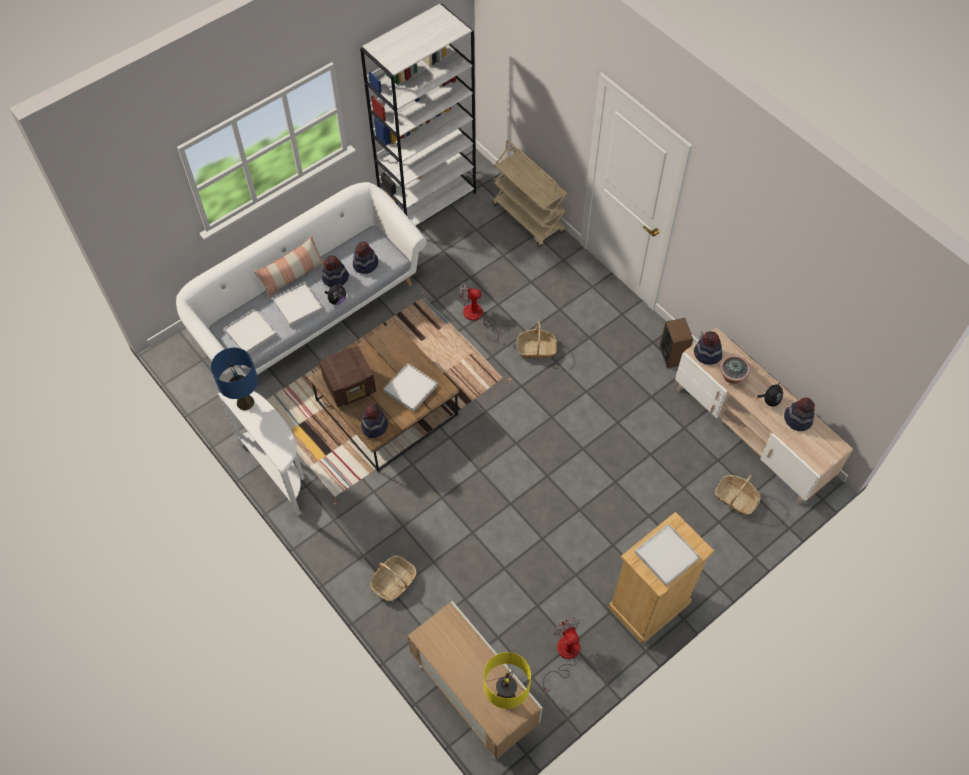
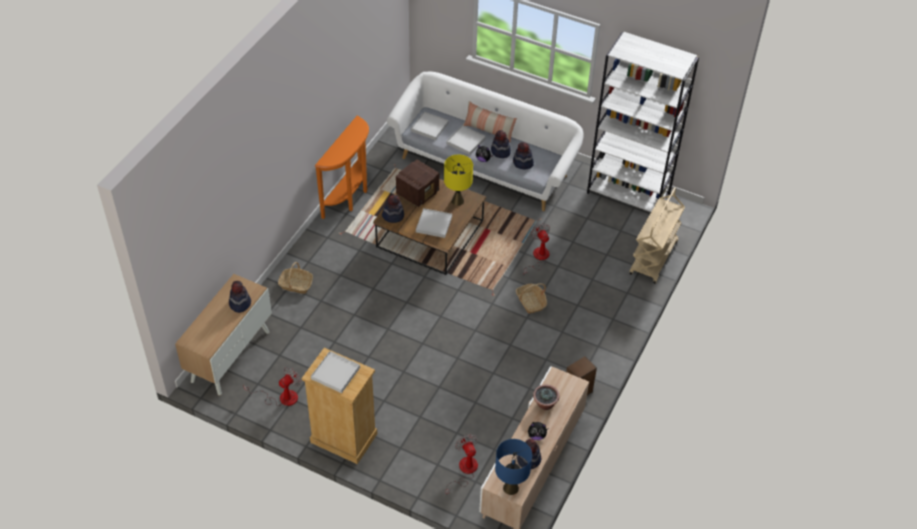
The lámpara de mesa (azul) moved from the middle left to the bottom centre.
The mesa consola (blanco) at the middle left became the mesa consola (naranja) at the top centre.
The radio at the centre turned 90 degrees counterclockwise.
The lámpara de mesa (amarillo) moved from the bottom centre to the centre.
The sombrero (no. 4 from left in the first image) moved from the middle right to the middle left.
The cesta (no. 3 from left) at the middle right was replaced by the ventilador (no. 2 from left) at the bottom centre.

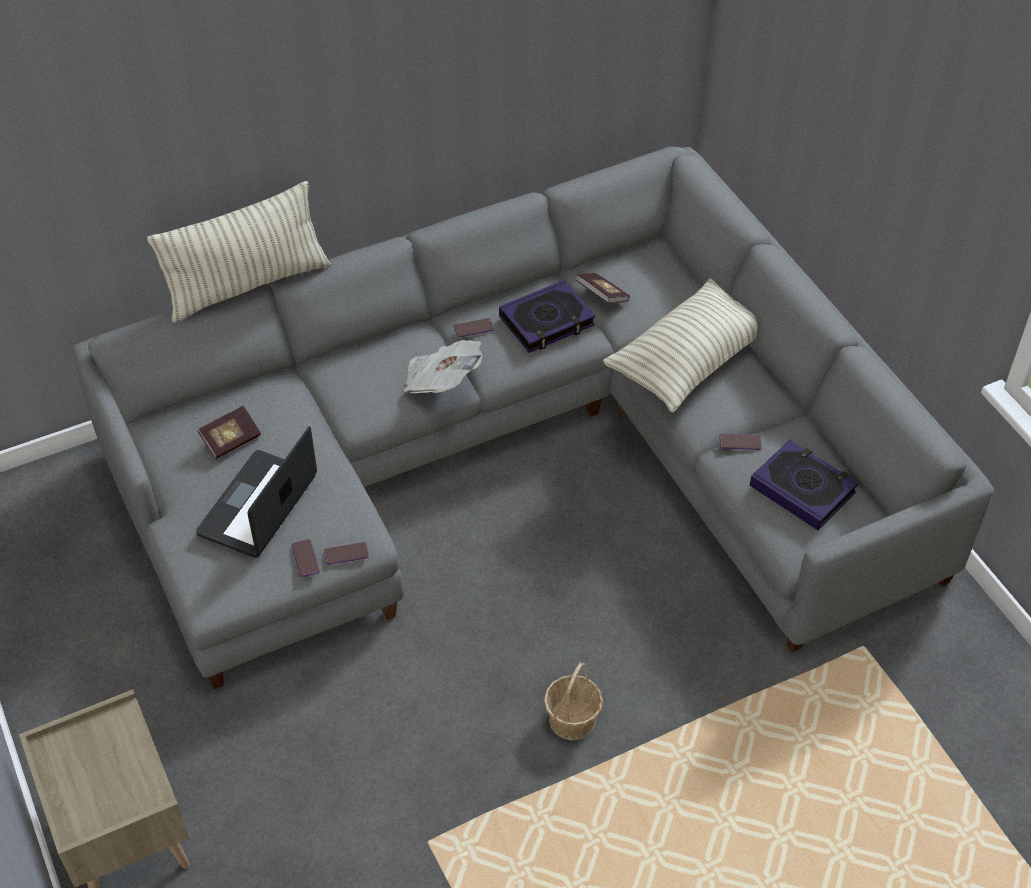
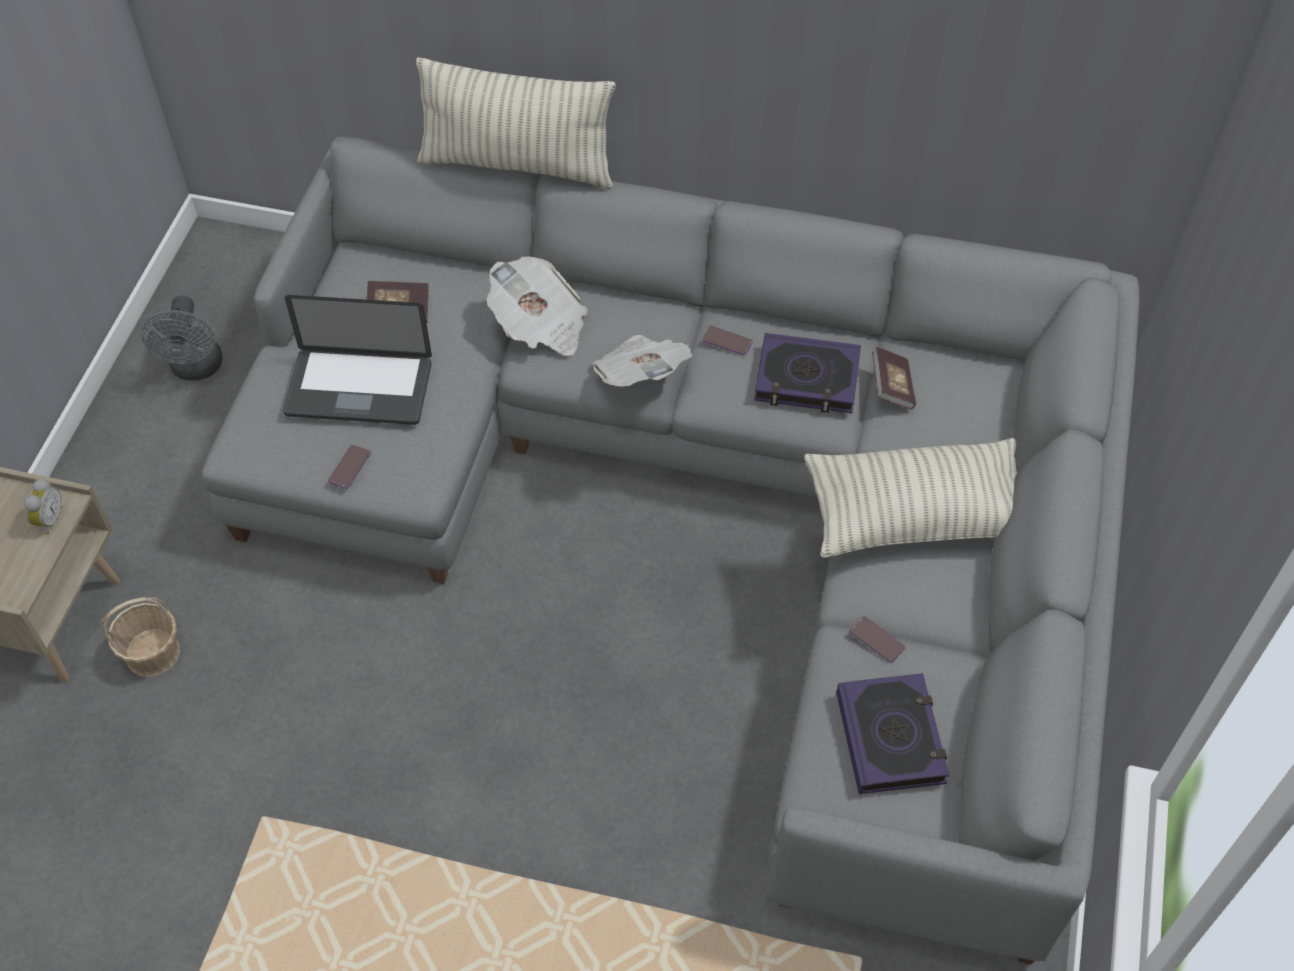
The portátil at the middle left turned 150 degrees counterclockwise.
The móvil (no. 2 from left) at the centre disappeared.
The cesta moved from the bottom centre to the middle left.
The despertador at the middle left appeared.
The ventilador (gris) at the middle left appeared.
The periódico (no. 1 from left) at the top centre appeared.

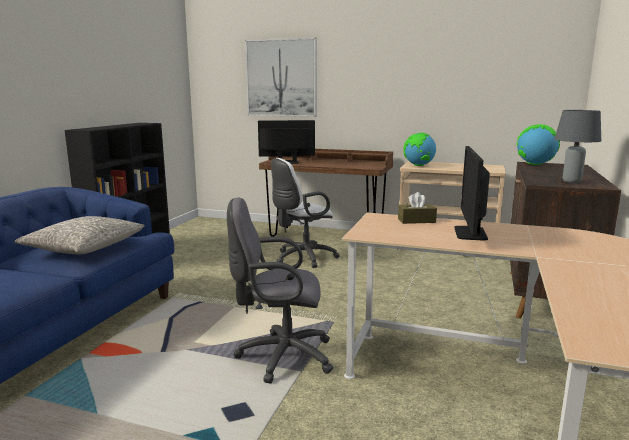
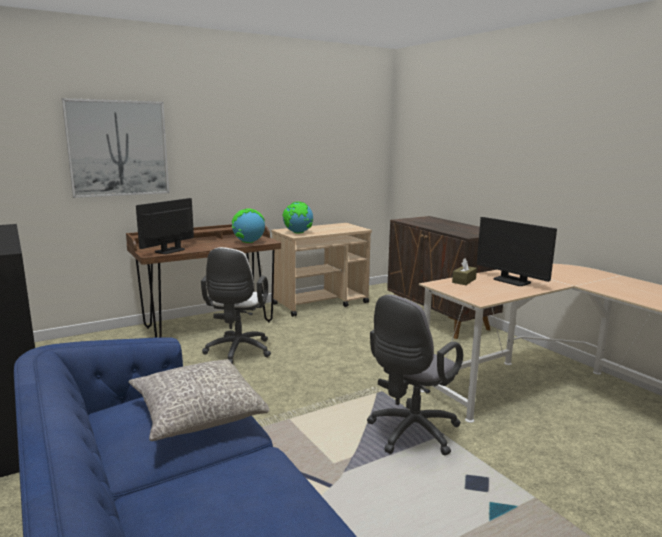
The globo terráqueo (no. 2 from left in the first image) moved from the top right to the centre.
The lámpara de mesa (gris) at the top right disappeared.

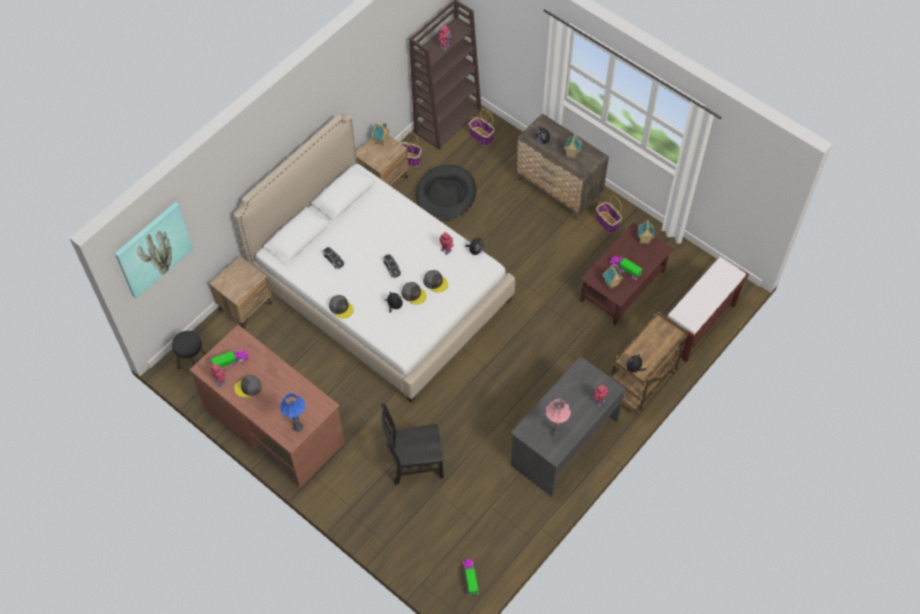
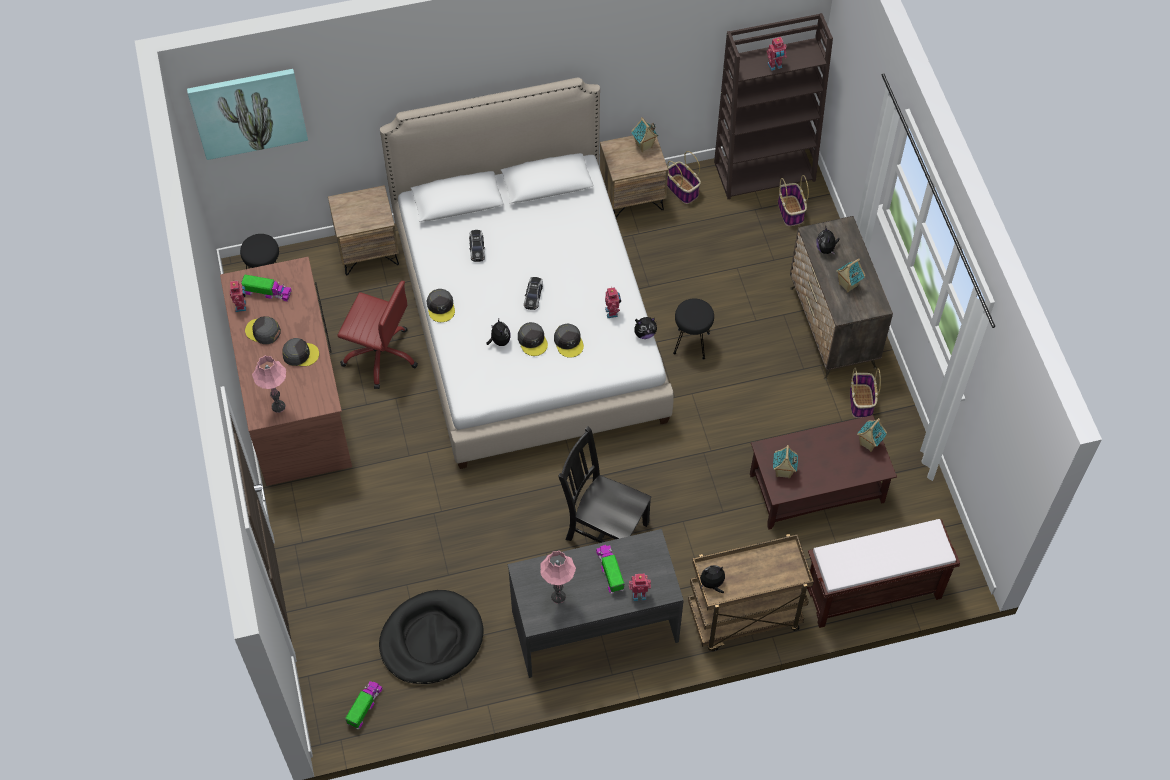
The lámpara de mesa (azul) at the bottom left became the lámpara de mesa (rosa) (no. 1 from left) at the middle left.
The silla (negro) moved from the bottom centre to the centre.
The cama para perro (negro) moved from the top centre to the bottom centre.
The camión de juguete (no. 3 from left) moved from the middle right to the bottom centre.
The gorra (gris) (no. 2 from left) at the middle left appeared.
The silla de oficina (rojo) at the middle left appeared.
The taburete (negro) (no. 2 from left) at the centre appeared.

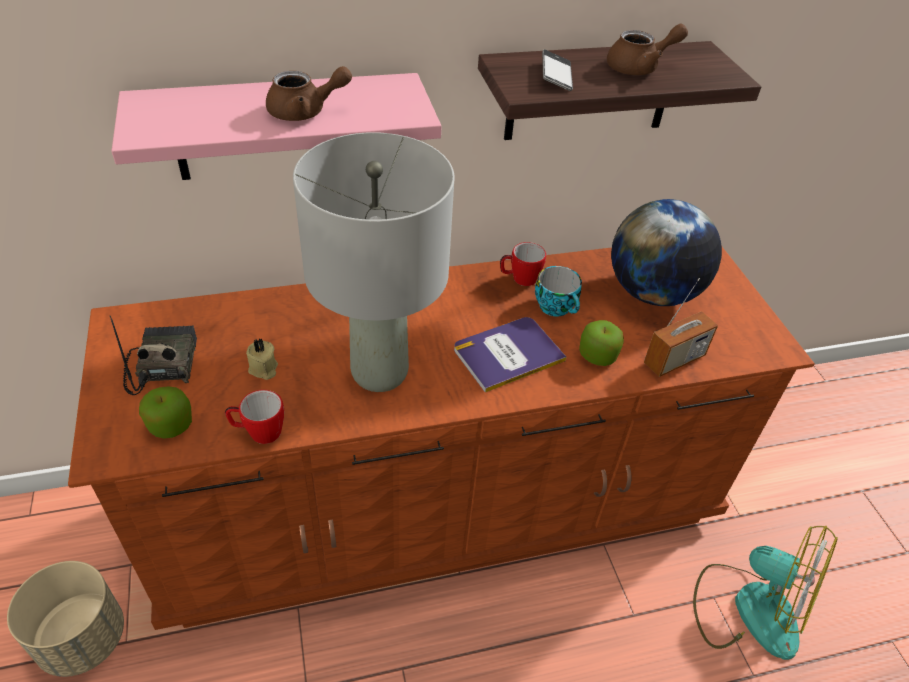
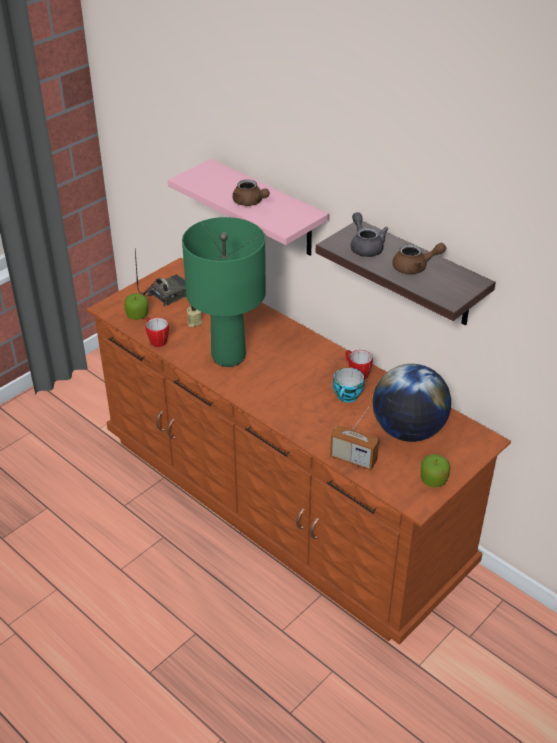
The maceta (beis) at the bottom left disappeared.
The lámpara de mesa (gris) at the centre became the lámpara de mesa (verde) at the centre.
The libro at the centre disappeared.
The móvil at the top centre was replaced by the tetera (gris) at the top centre.
The manzana (no. 2 from left) moved from the centre to the middle right.
The tetera (marrón) (no. 2 from left) at the top right turned 45 degrees counterclockwise.
The ventilador at the bottom right disappeared.

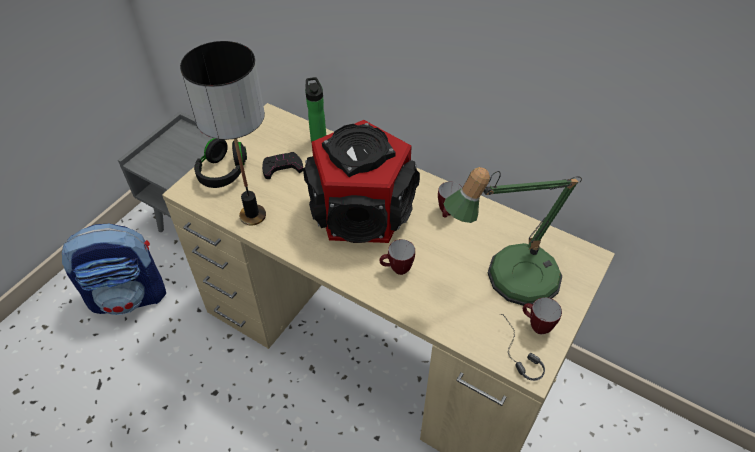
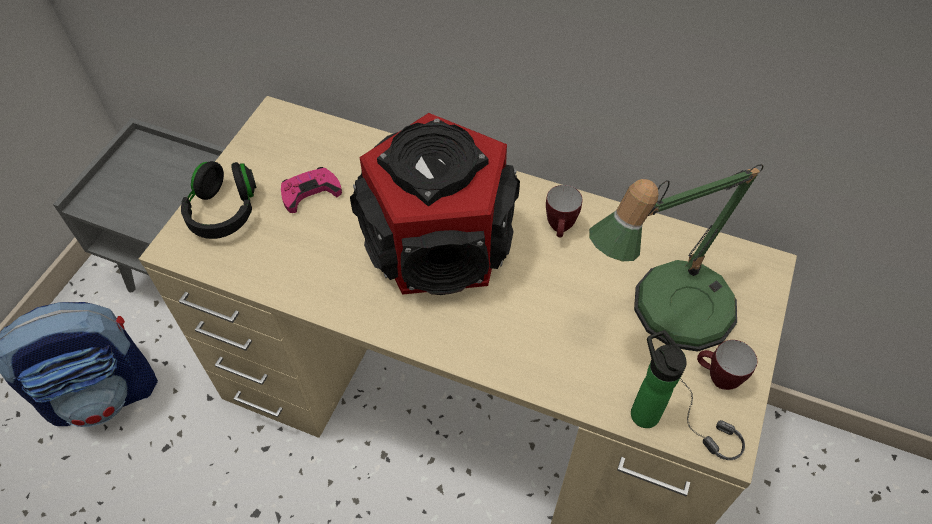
The lámpara de mesa (no. 1 from left) at the top left disappeared.
The mando de consola (negro) at the centre became the mando de consola (rosa) at the centre.
The botella moved from the top centre to the bottom right.
The taza grande (no. 1 from left) at the centre disappeared.

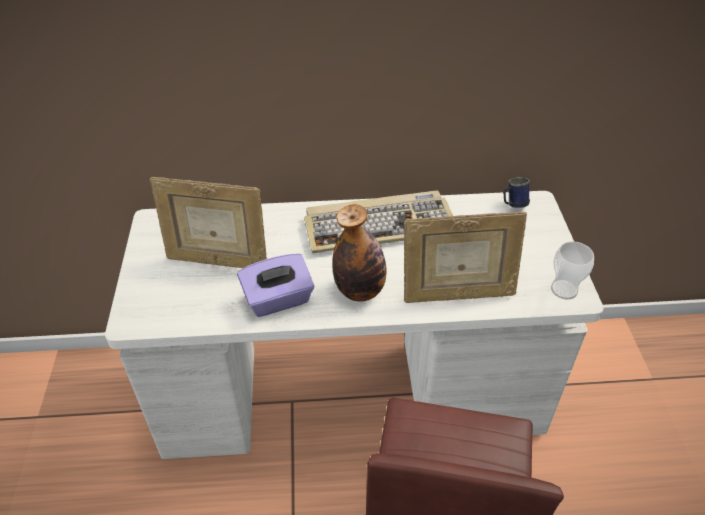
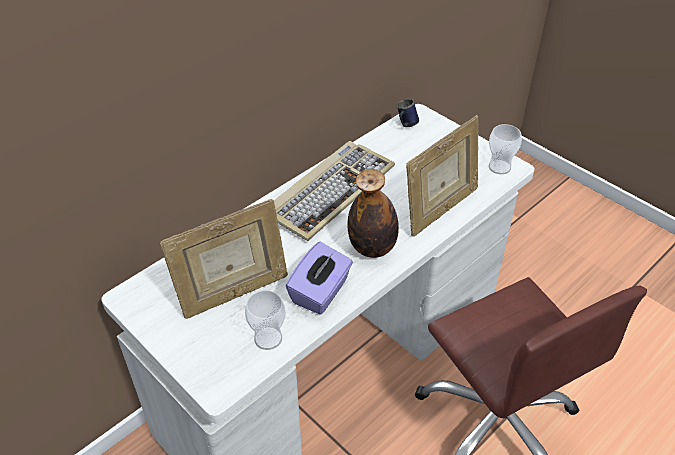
The taza (no. 1 from left) at the bottom centre appeared.

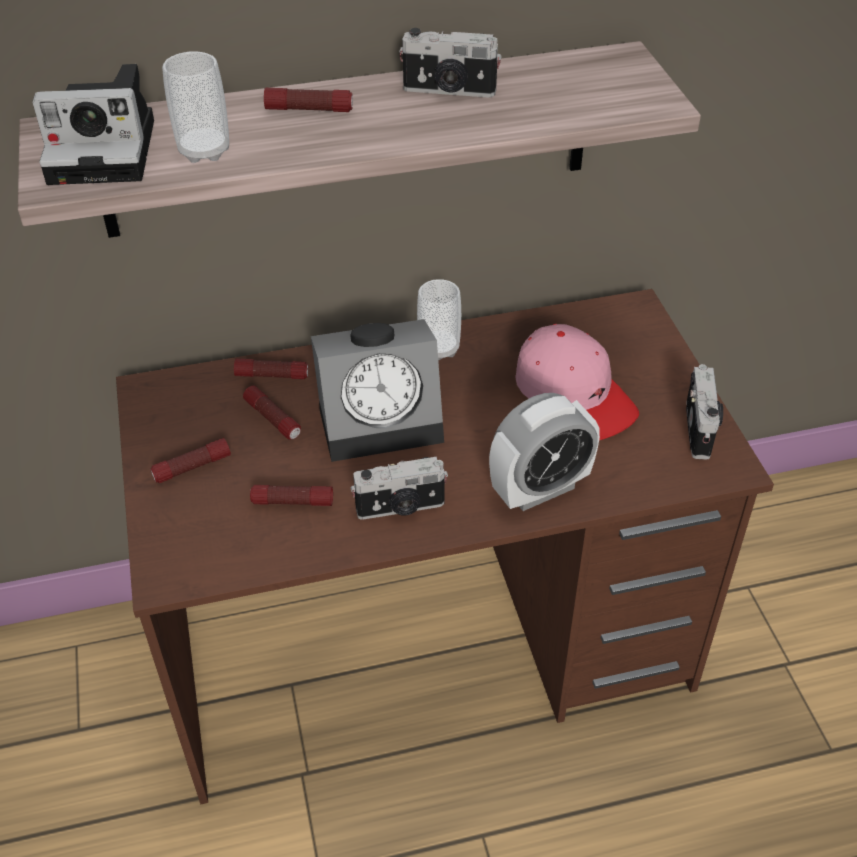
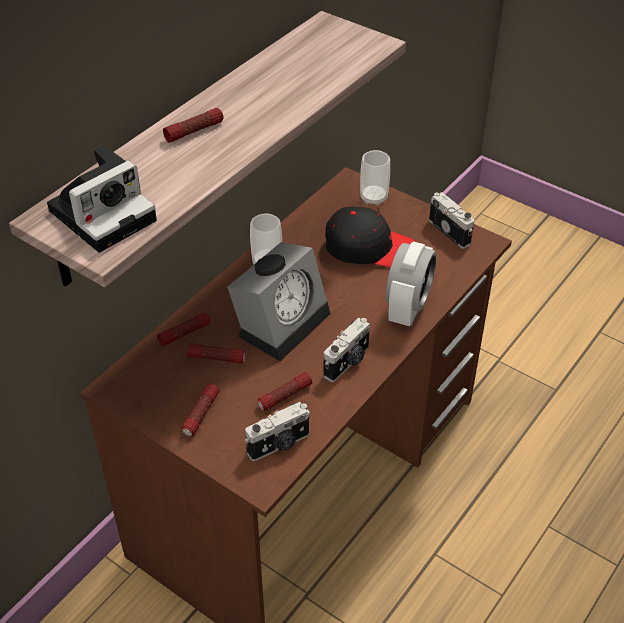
The taza (no. 1 from left in the first image) moved from the top left to the top centre.
The cámara (no. 3 from left in the first image) moved from the top centre to the bottom centre.
The gorra (rosa) at the middle right became the gorra (negro) at the centre.

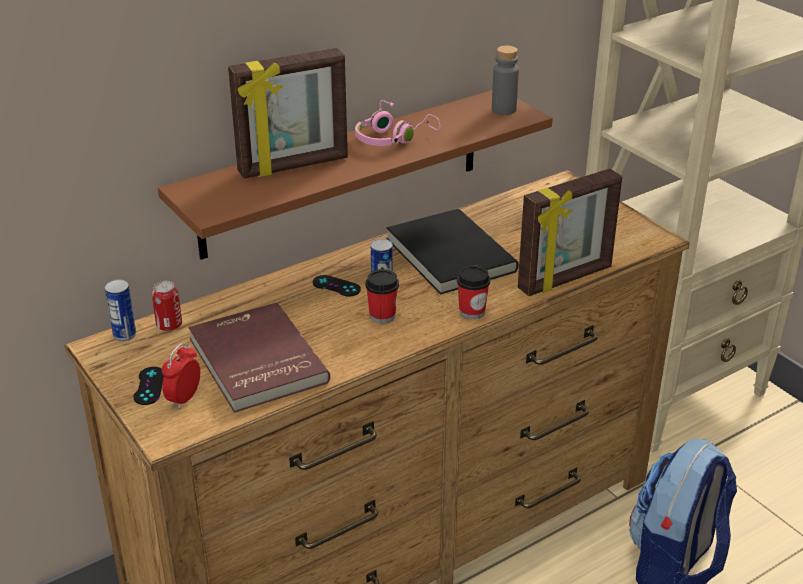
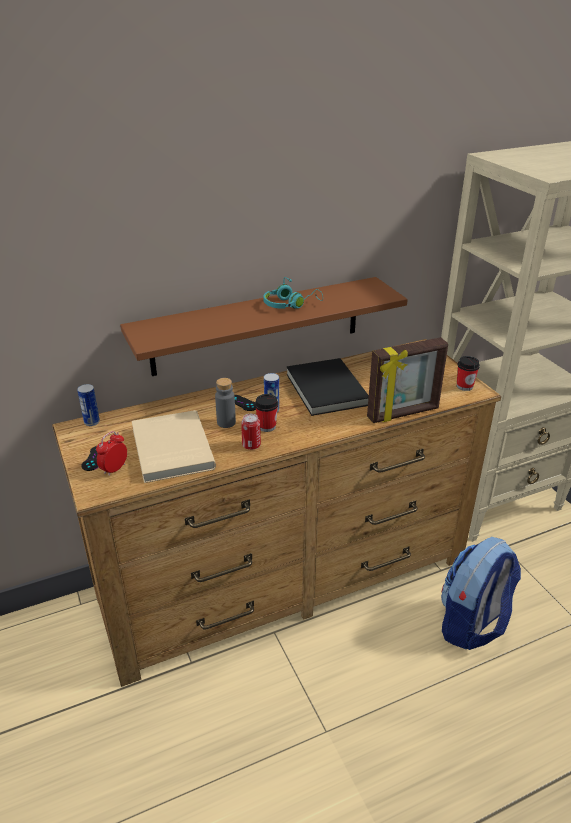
The lata (no. 2 from left) moved from the middle left to the centre.
The libro (rojo) at the middle left became the libro (beis) at the middle left.
The portarretratos (no. 1 from left) at the top centre disappeared.
The auriculares (rosa) at the top centre became the auriculares (turquesa) at the centre.
The taza (no. 2 from left) moved from the centre to the middle right.
The botella (gris) moved from the top centre to the centre.

